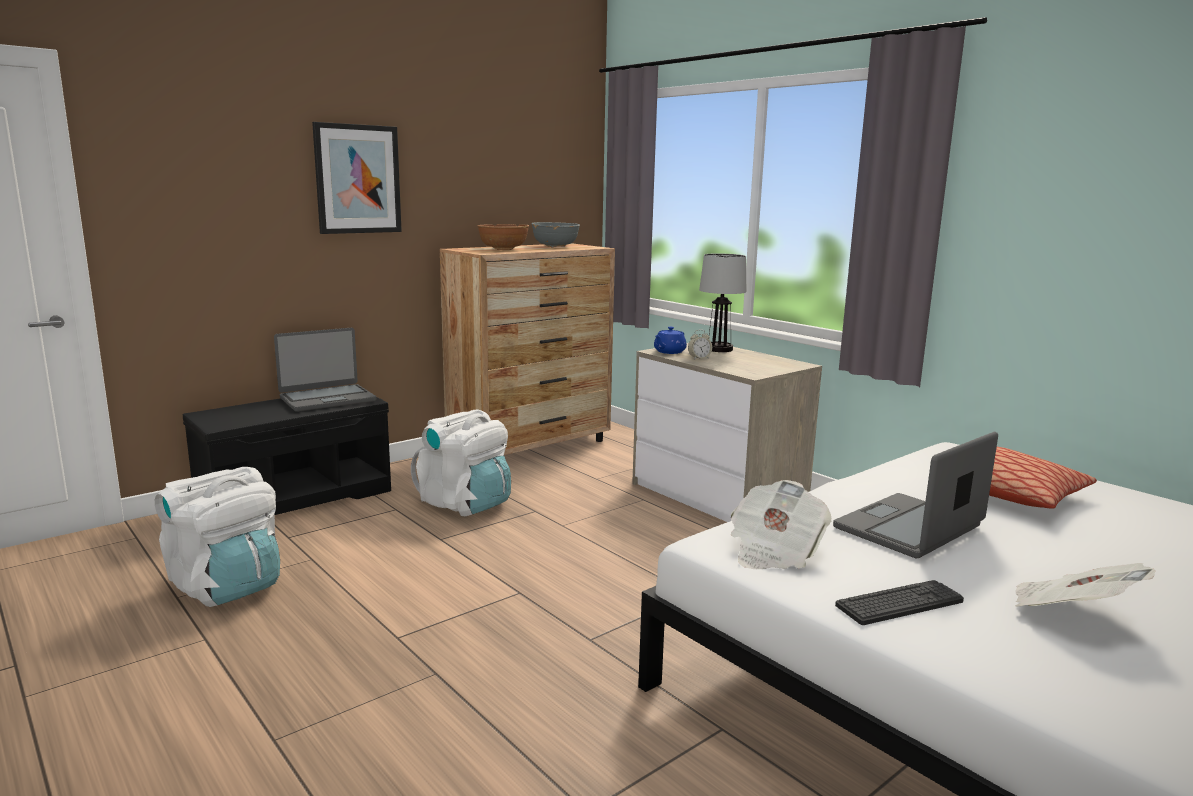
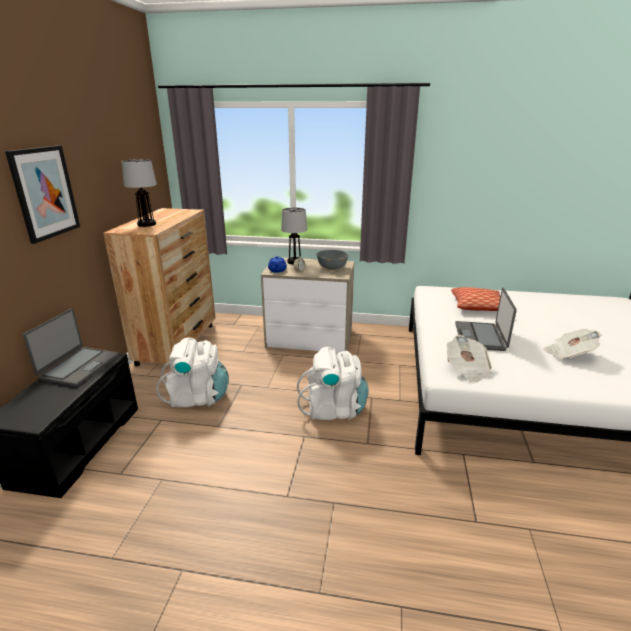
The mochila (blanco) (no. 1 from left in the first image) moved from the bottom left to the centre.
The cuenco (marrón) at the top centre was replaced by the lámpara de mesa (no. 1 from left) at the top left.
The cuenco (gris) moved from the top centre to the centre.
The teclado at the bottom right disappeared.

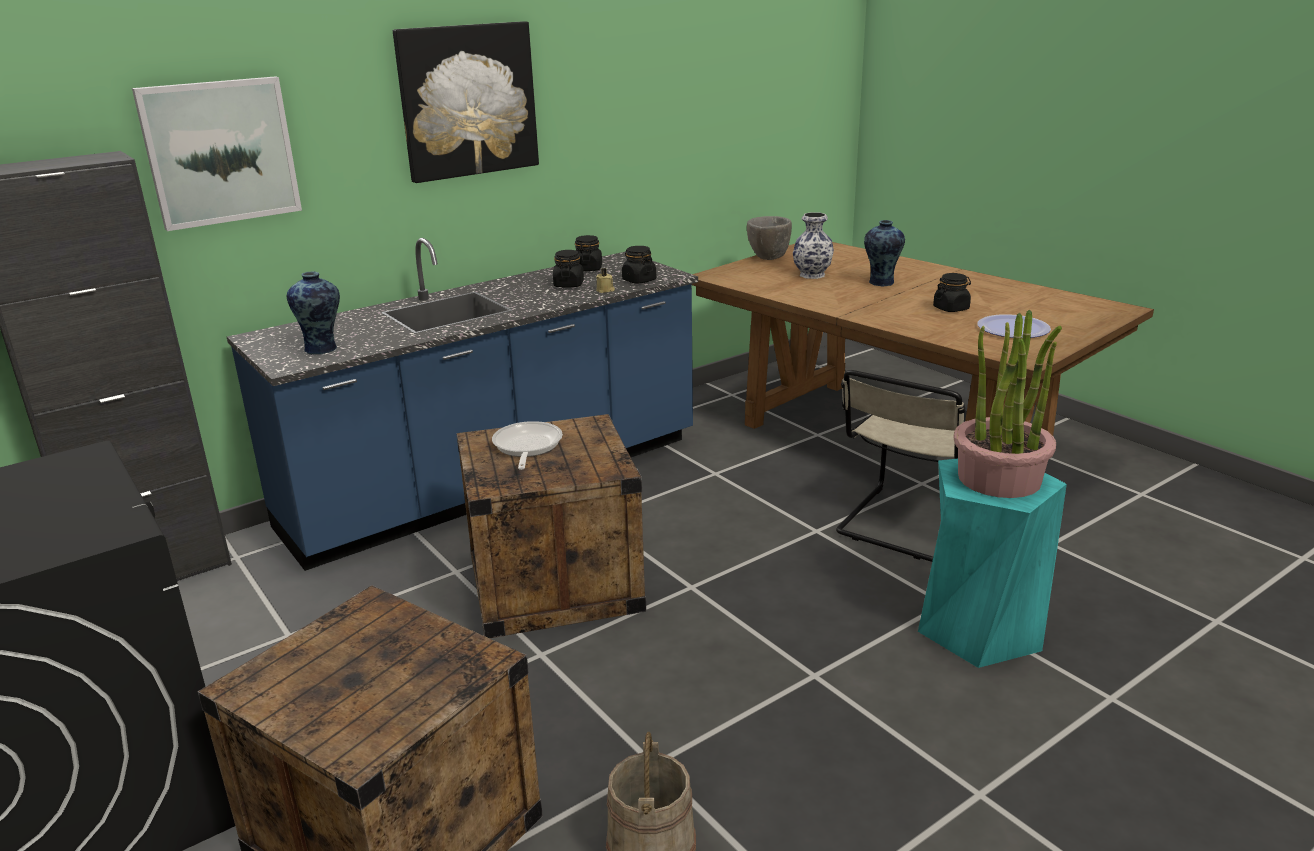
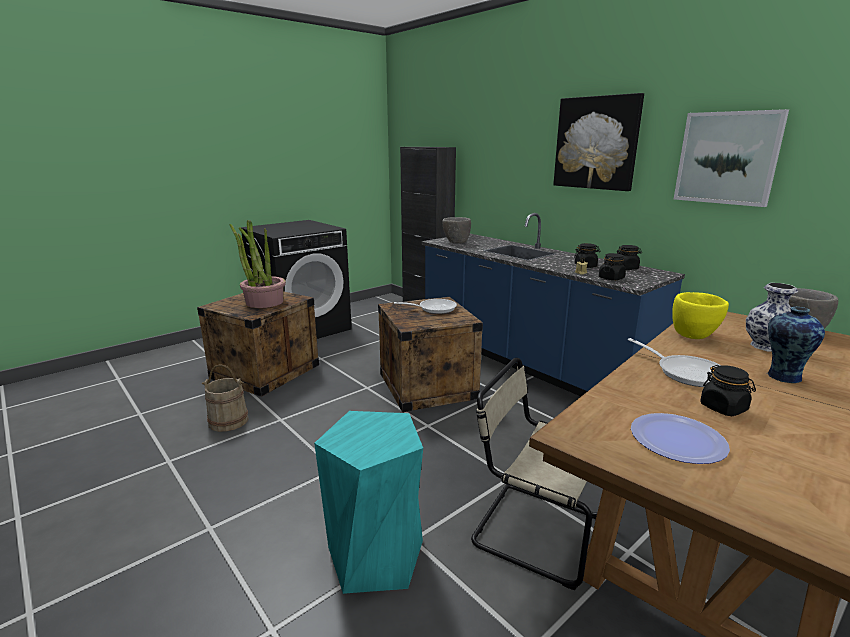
The cuadro (no. 1 from left in the first image) moved from the top left to the top right.
The florero (no. 1 from left) at the middle left was replaced by the cuenco (gris) (no. 1 from left) at the centre.
The planta en maceta moved from the middle right to the middle left.
The sartén (no. 2 from left) at the middle right appeared.
The cuenco (amarillo) at the middle right appeared.

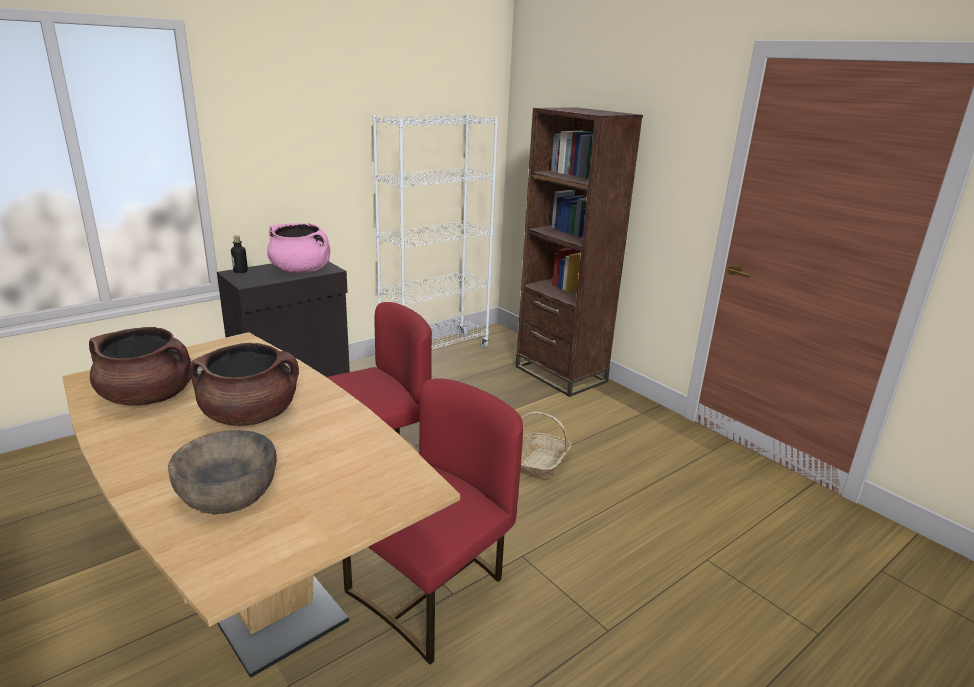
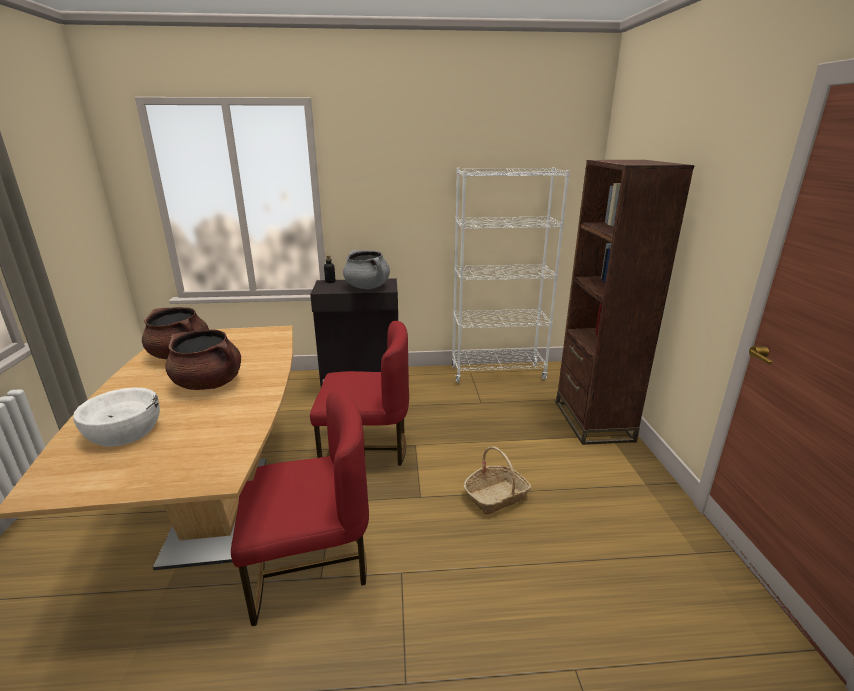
The cuenco (marrón) at the bottom left became the cuenco (blanco) at the middle left.
The olla (rosa) at the middle left became the olla (gris) at the centre.

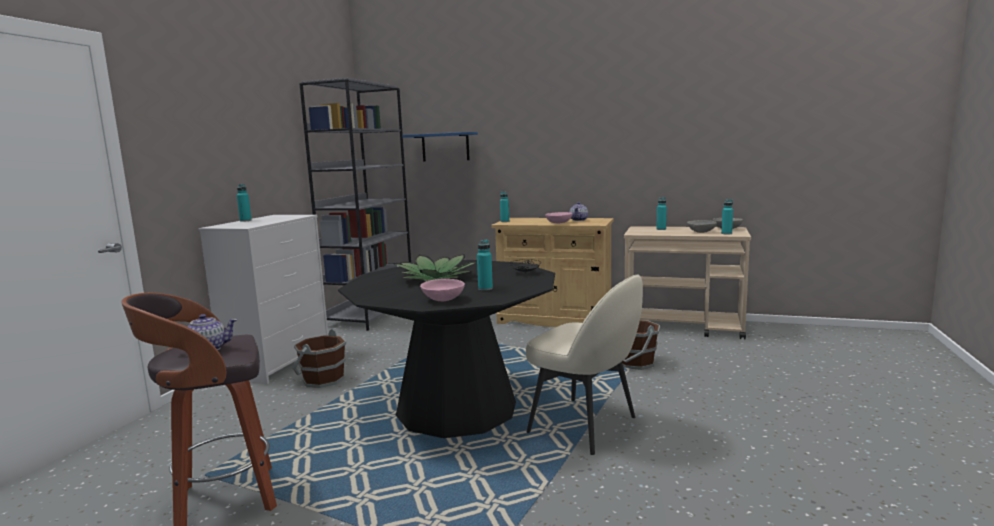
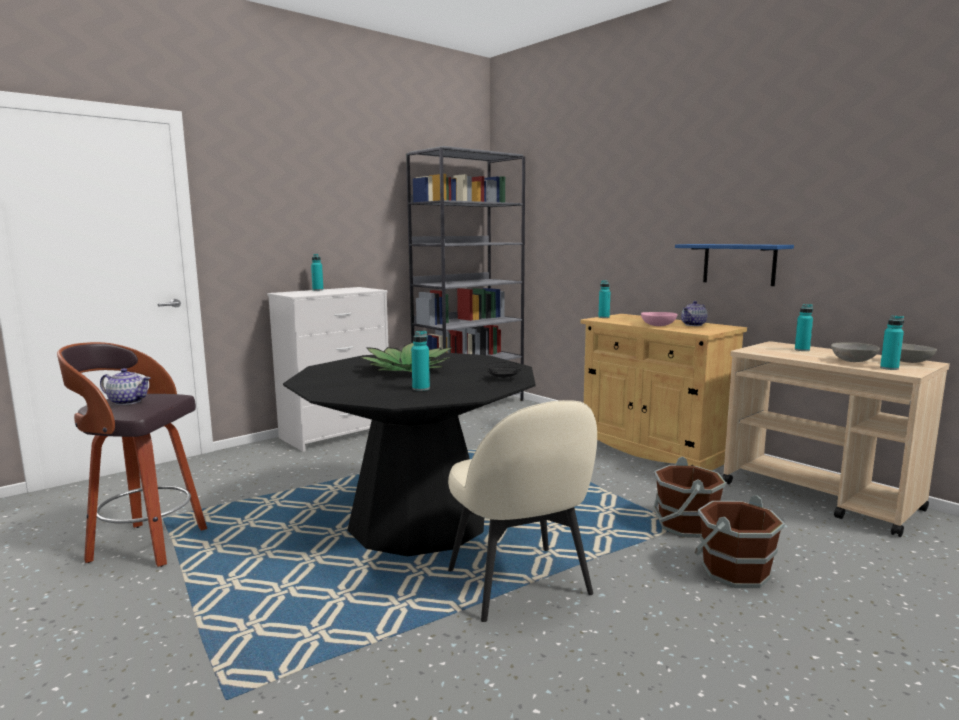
The cubo (marrón) (no. 1 from left in the first image) moved from the bottom left to the bottom right.
The estante (azul) moved from the top centre to the middle right.
The cuenco (rosa) (no. 1 from left) at the centre disappeared.

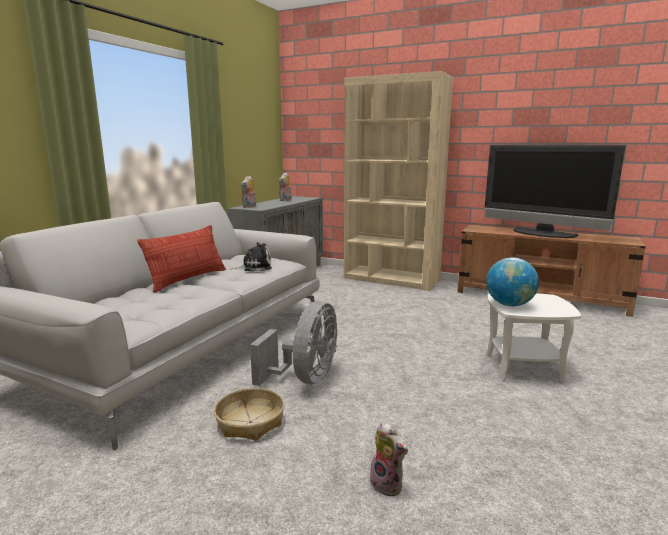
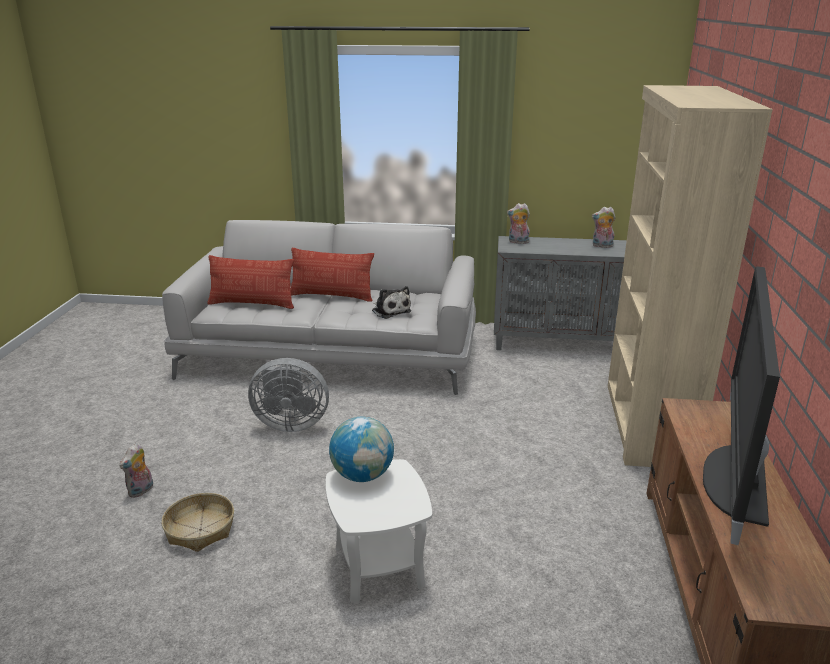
The cesta moved from the bottom centre to the bottom left.
The cojín (no. 1 from left) at the middle left appeared.

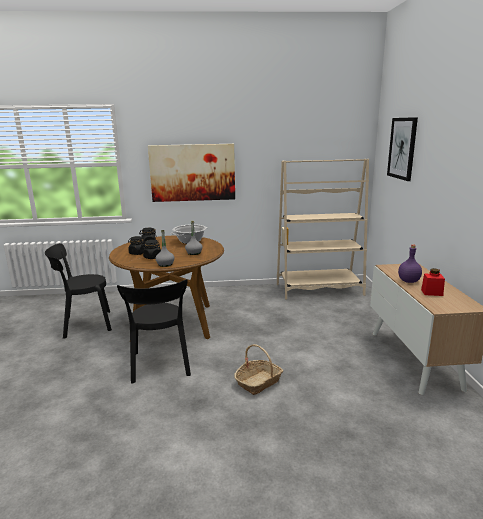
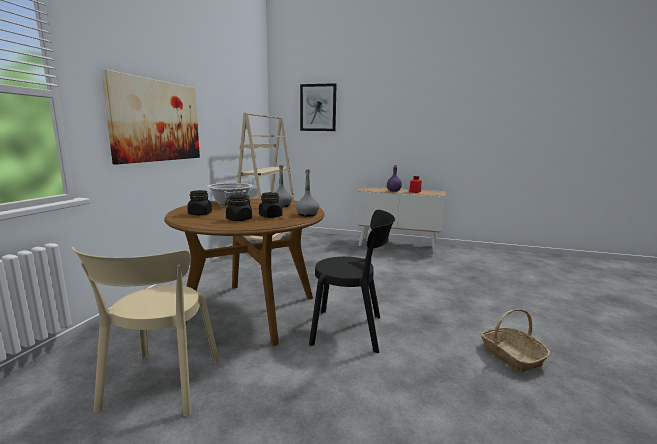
The silla (negro) (no. 1 from left) at the middle left became the silla (beis) at the bottom left.
The cesta moved from the bottom centre to the bottom right.

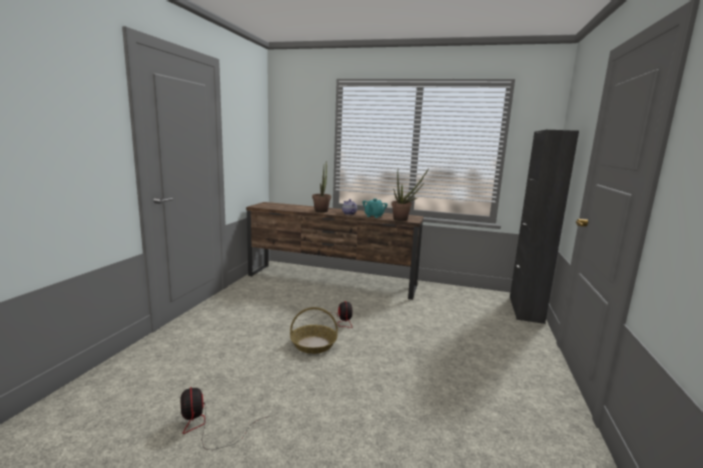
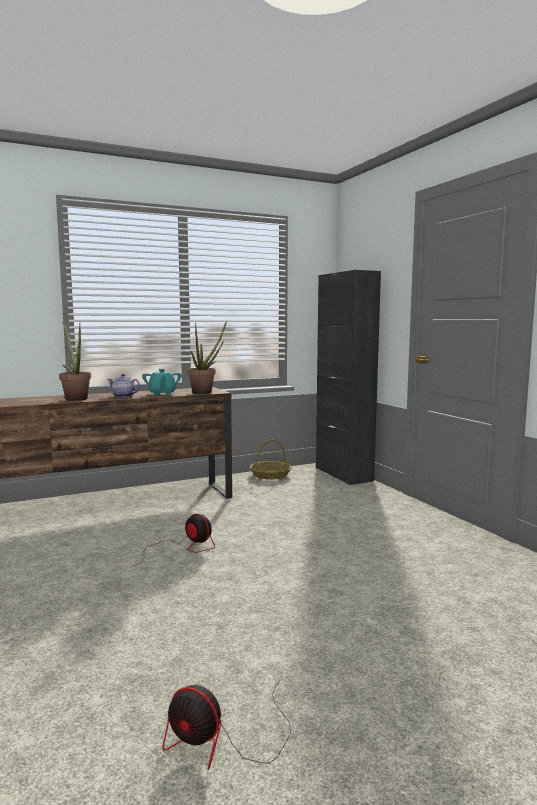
The cesta moved from the bottom centre to the centre.

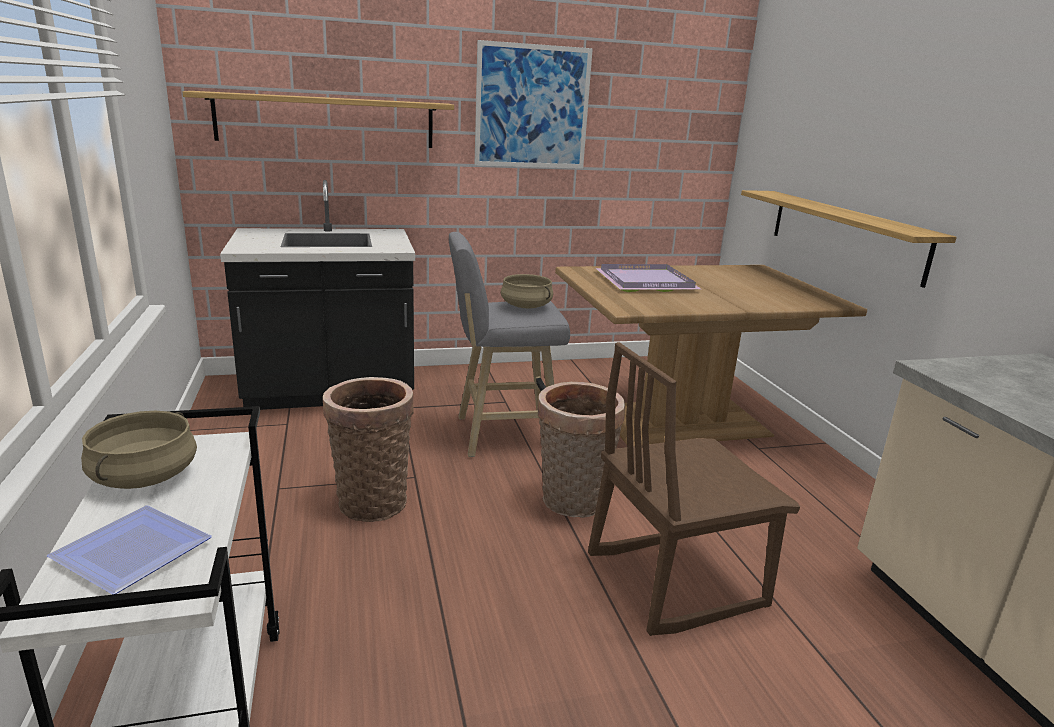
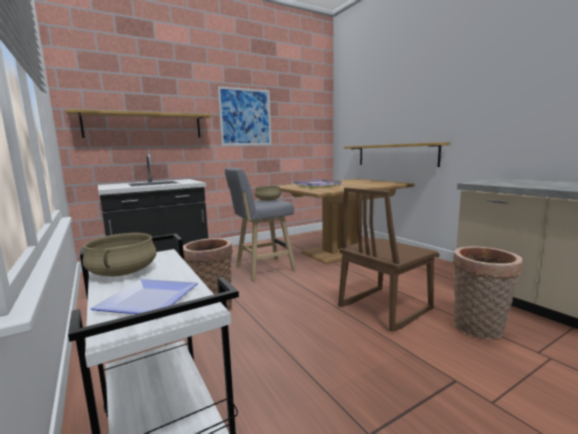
The cesta (no. 2 from left) moved from the centre to the bottom right.

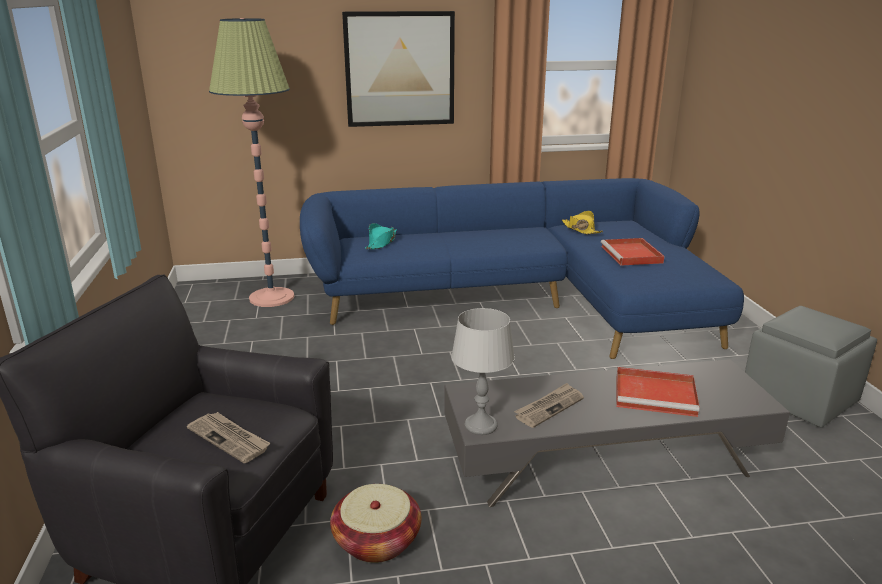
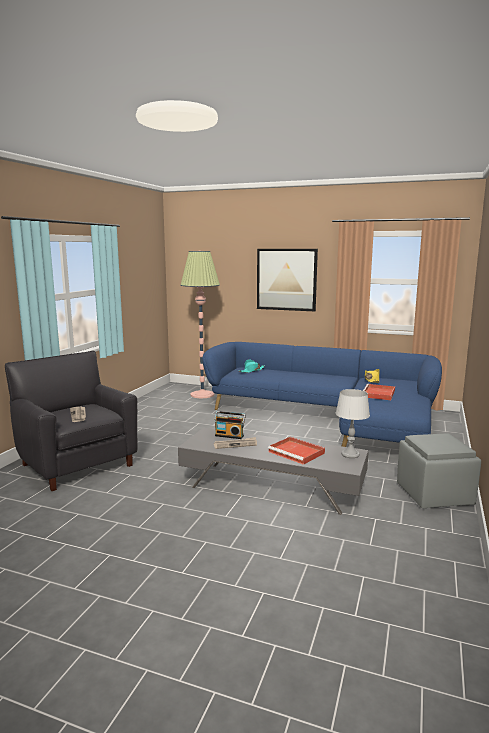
The cesta at the bottom centre disappeared.
The lámpara de mesa (gris) moved from the centre to the middle right.
The radio at the centre appeared.

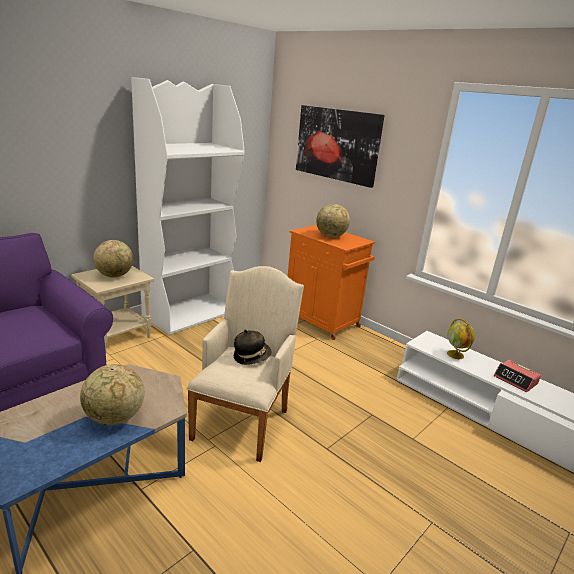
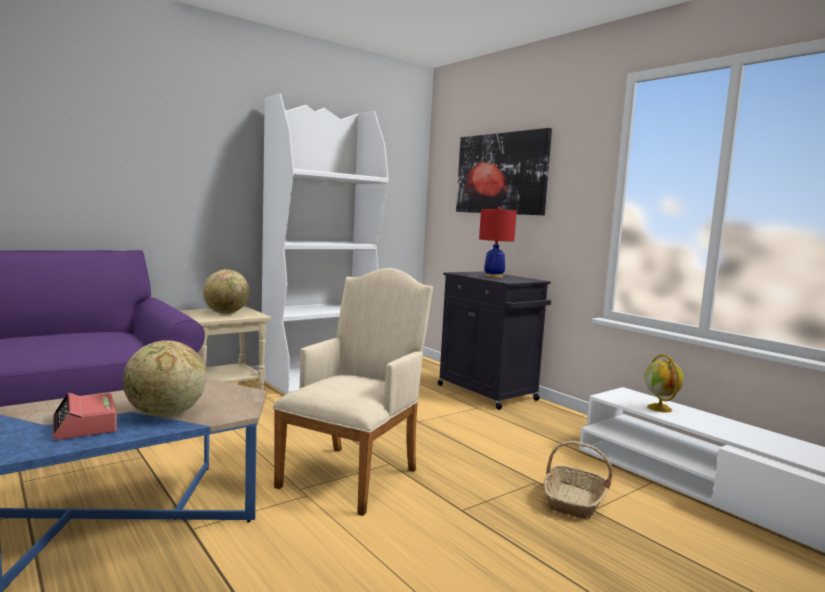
The sombrero at the centre disappeared.
The armario (naranja) at the centre became the armario (negro) at the centre.
The globo terráqueo (no. 3 from left) at the centre was replaced by the lámpara de mesa (rojo) at the centre.
The despertador moved from the middle right to the bottom left.
The cesta at the bottom right appeared.

